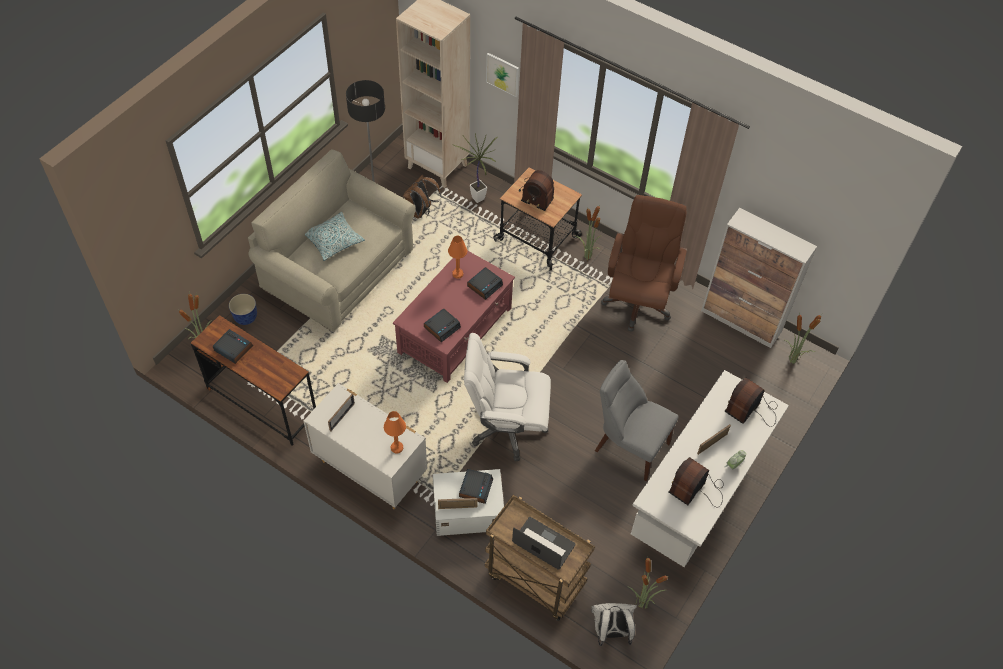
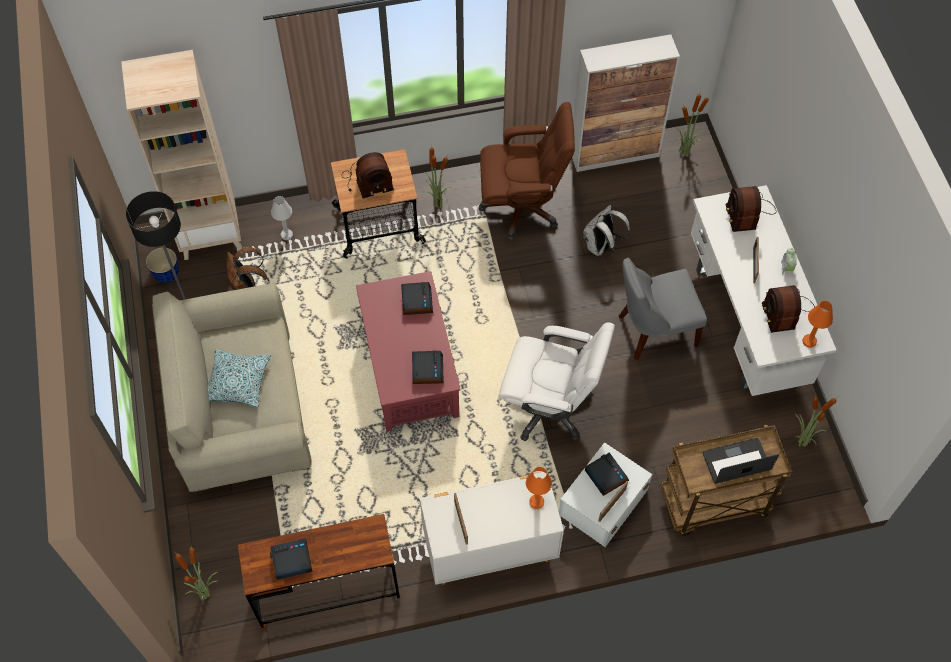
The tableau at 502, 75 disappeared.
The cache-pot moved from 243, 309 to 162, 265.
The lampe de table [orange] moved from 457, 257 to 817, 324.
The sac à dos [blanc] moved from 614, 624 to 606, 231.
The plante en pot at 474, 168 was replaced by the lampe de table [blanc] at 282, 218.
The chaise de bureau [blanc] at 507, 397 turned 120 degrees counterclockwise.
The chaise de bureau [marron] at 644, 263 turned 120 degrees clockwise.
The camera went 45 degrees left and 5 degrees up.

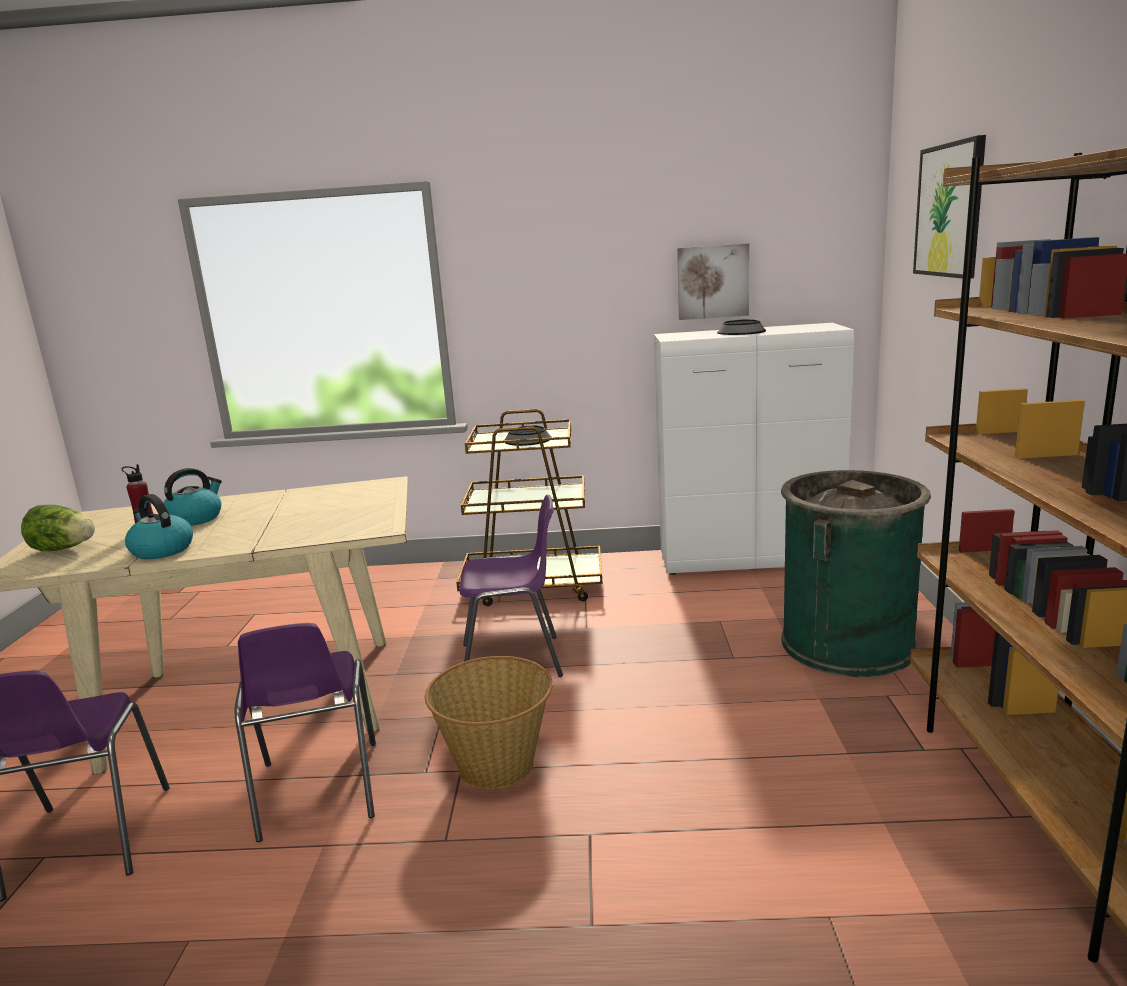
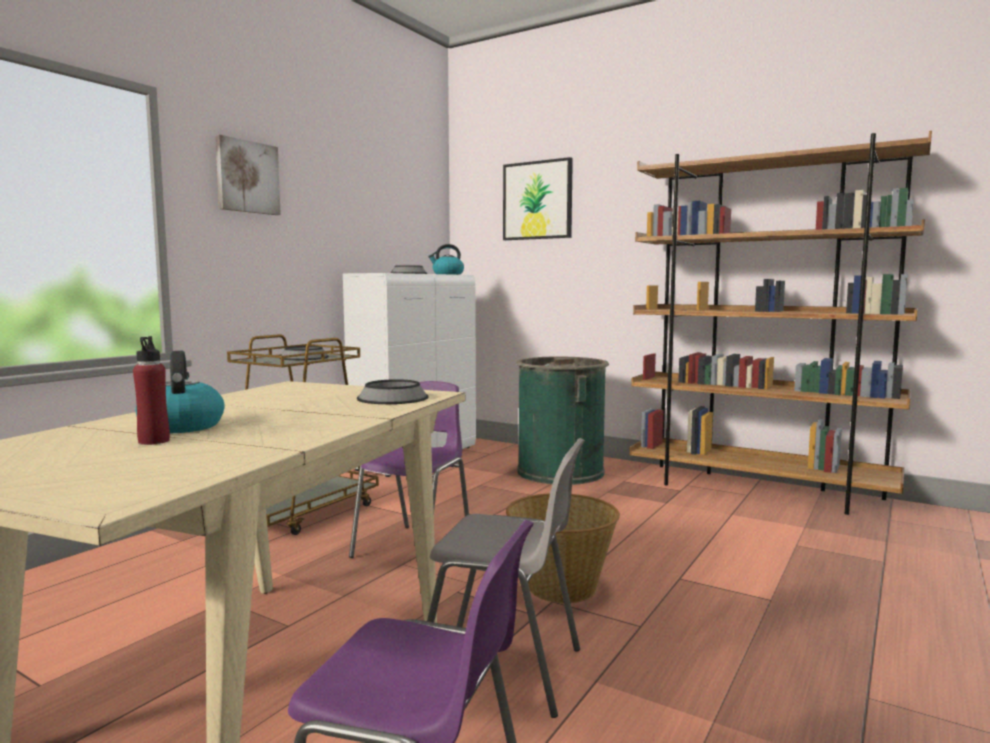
The laitue at 58, 528 disappeared.
The bol at 392, 391 appeared.
The bouilloire moved from 159, 526 to 446, 259.
The tableau moved from 713, 281 to 248, 175.
The chaise [violet] at 305, 732 became the chaise [gris] at 506, 578.
The camera went 60 degrees left and 10 degrees down.

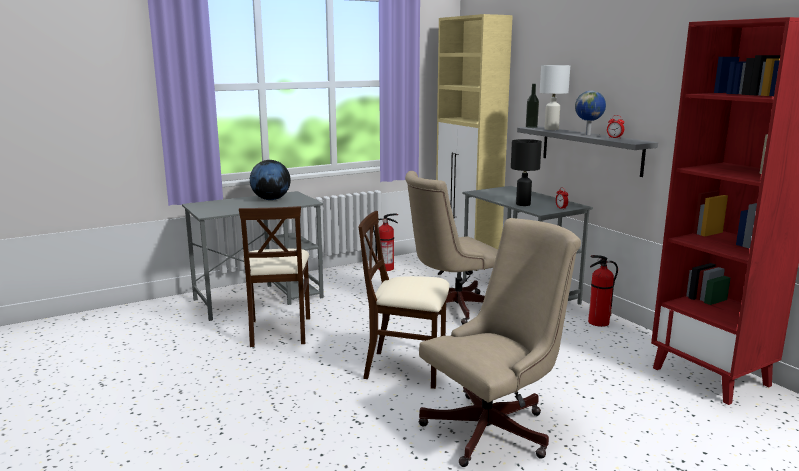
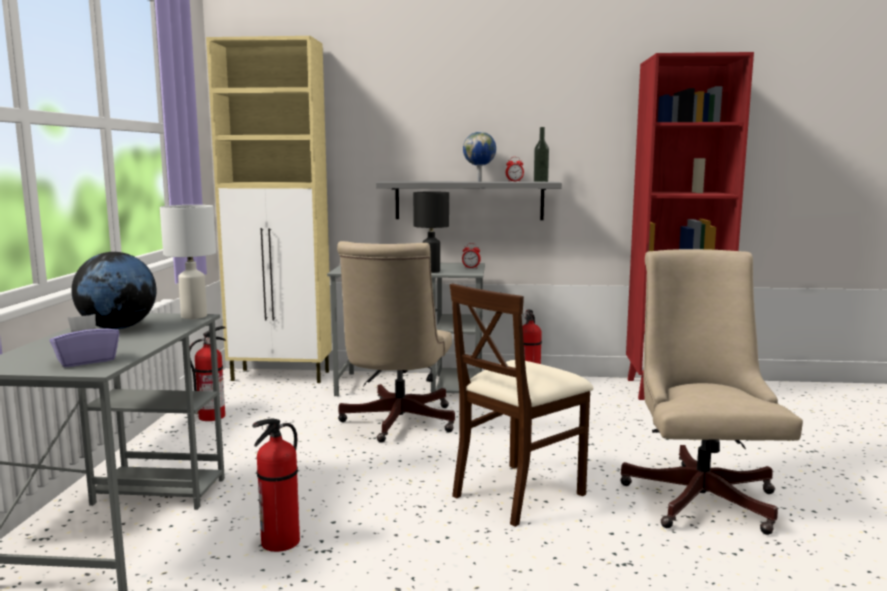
The boîte à mouchoirs [violet] at 84, 340 appeared.
The bouteille moved from 532, 106 to 541, 154.
The lampe de table [blanc] moved from 555, 97 to 188, 262.
The chaise [beige] at 274, 276 was replaced by the extincteur at 276, 485.
The camera went 55 degrees left and 5 degrees down.

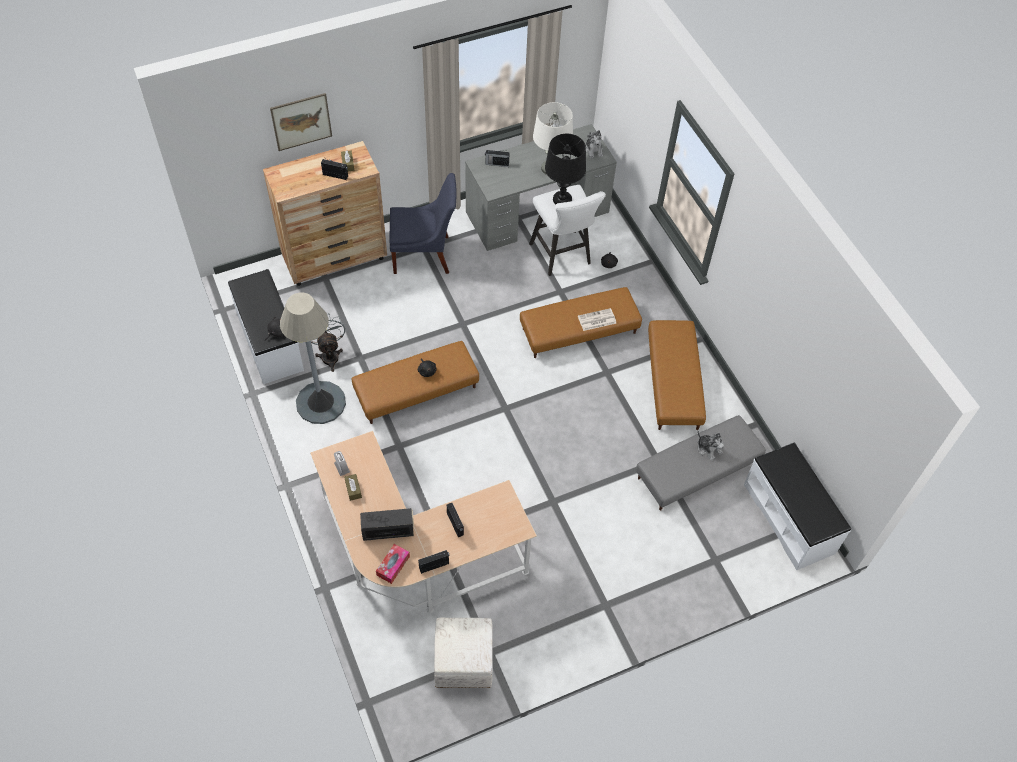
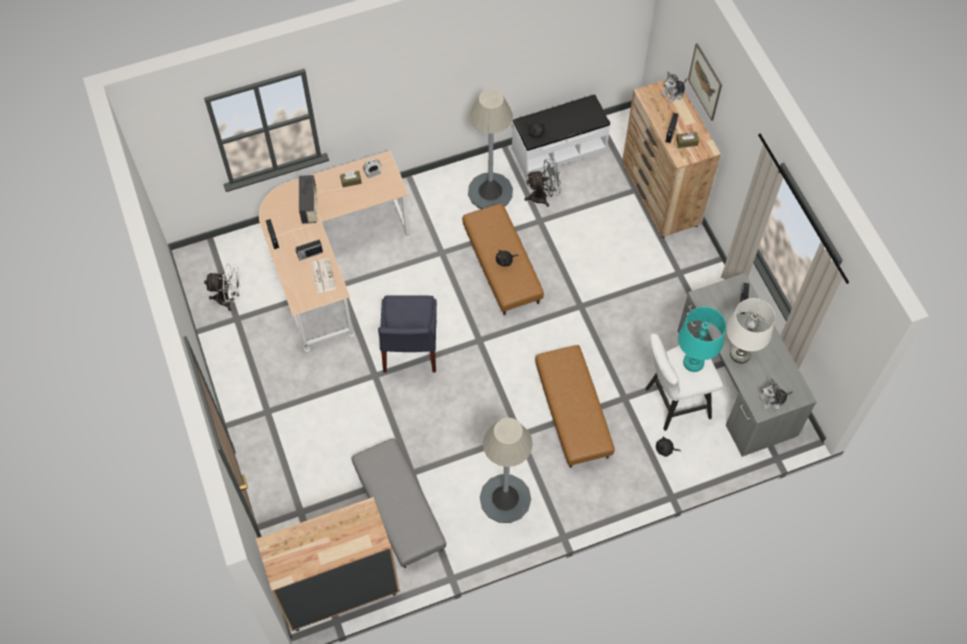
The boîte à mouchoirs at 393, 564 disappeared.
The chaise [bleu] moved from 423, 223 to 407, 334.
The journal moved from 597, 319 to 323, 276.
The peluche moved from 711, 446 to 674, 87.
The pouf [blanc] at 463, 653 was replaced by the ventilateur [blanc] at 222, 287.
The pouf [marron] at 677, 375 was replaced by the lampadaire [gris] at 506, 470.
The banc [blanc] at 797, 506 was replaced by the commode [marron] at 328, 564.
The lampe de table [noir] at 565, 169 became the lampe de table [turquoise] at 702, 339.
The camera went 95 degrees right and 5 degrees up.

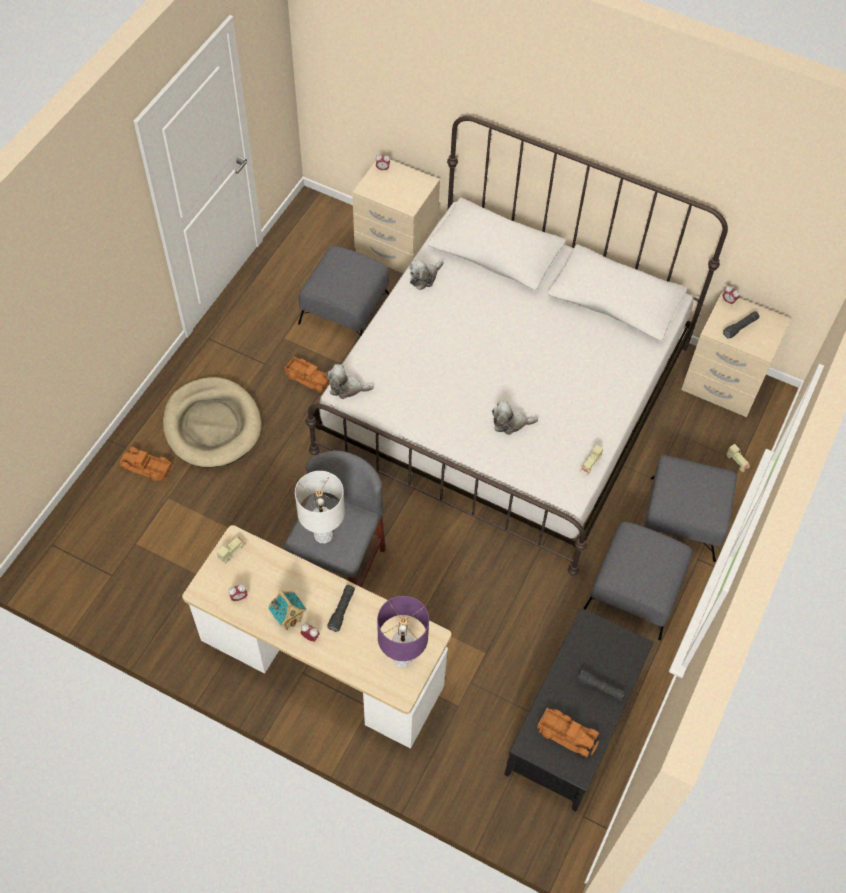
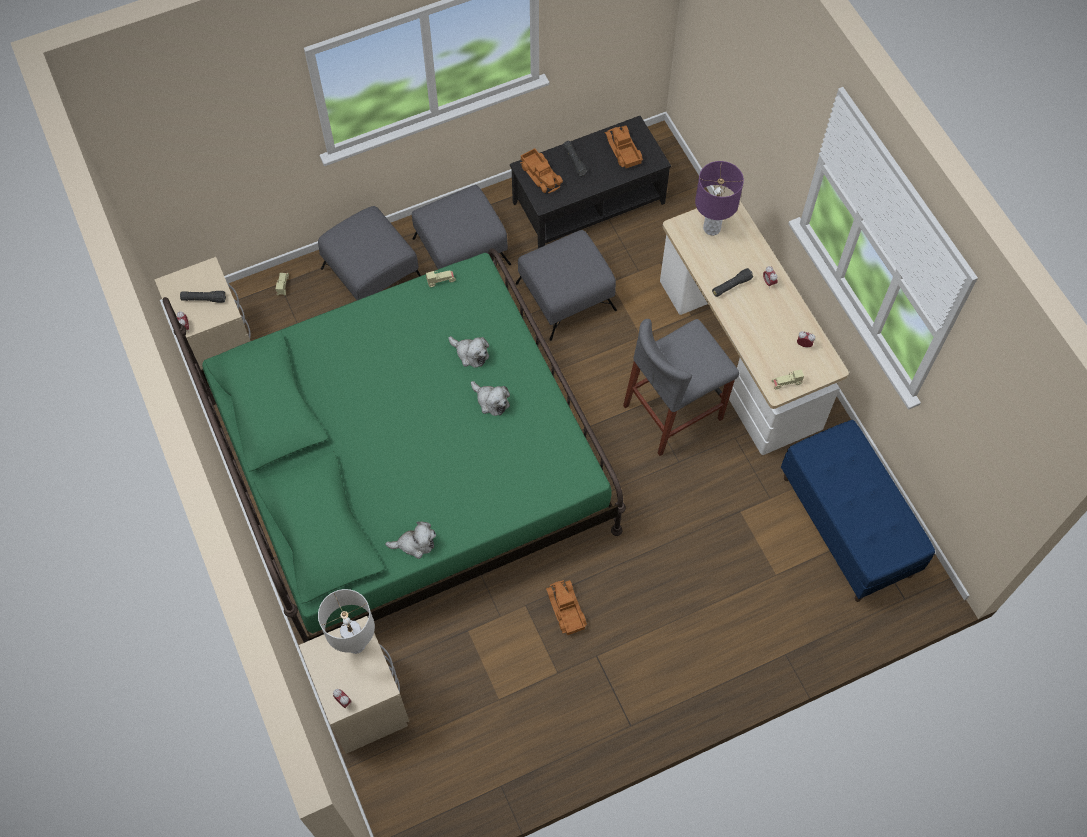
The panier pour chien [beige] at 212, 422 disappeared.
The maison miniature at 287, 610 disappeared.
The banc [bleu] at 858, 511 appeared.
The camion jouet moved from 146, 464 to 541, 170.
The lampe de table [blanc] moved from 320, 507 to 346, 621.
The pouf [gris] moved from 343, 291 to 566, 285.
The peluche moved from 350, 381 to 490, 398.
The lit [blanc] at 517, 346 became the lit [vert] at 394, 445.
The camera went 140 degrees left and 5 degrees up.

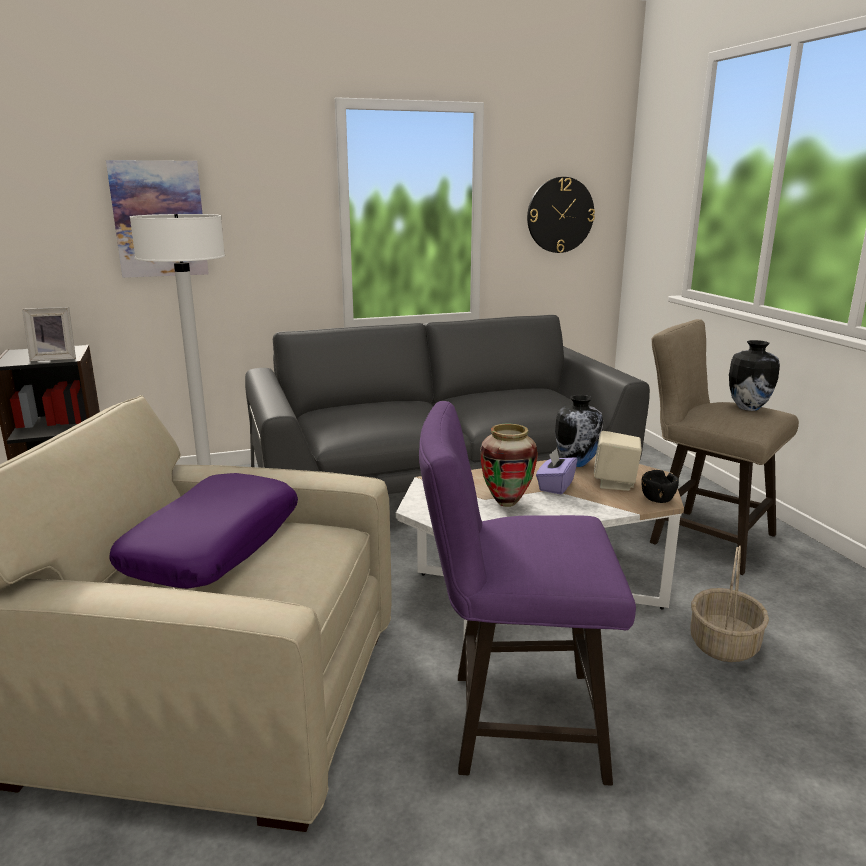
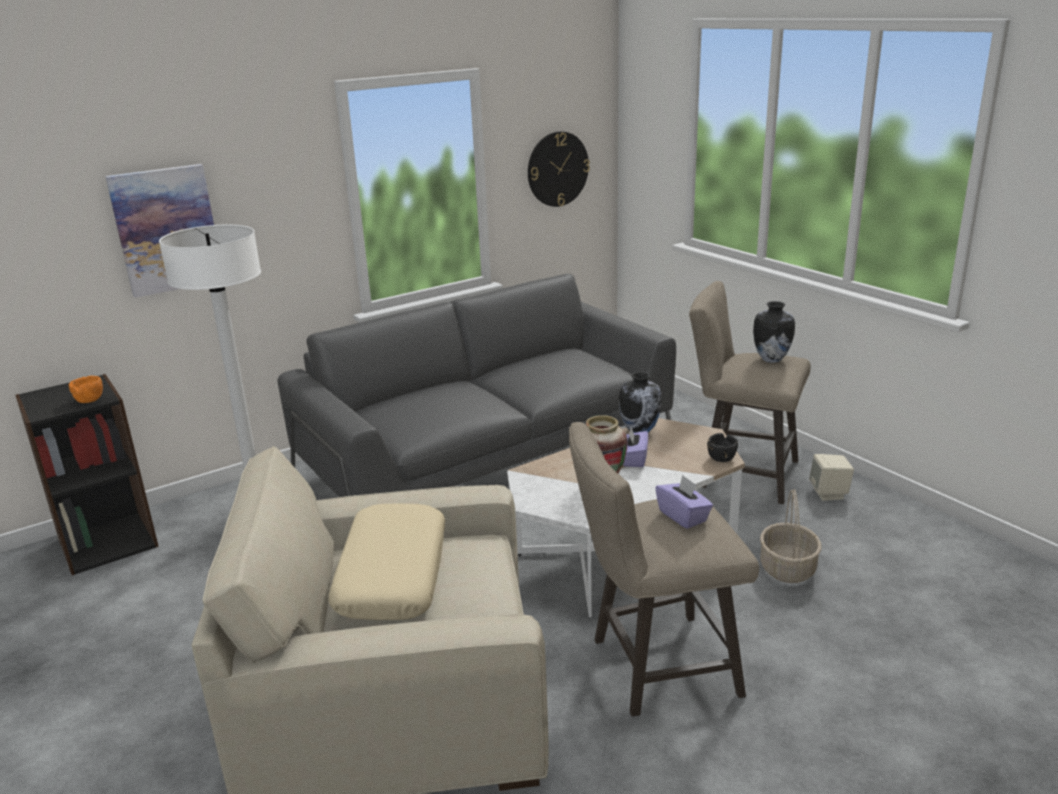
The boîte à mouchoirs [violet] at 684, 502 appeared.
The enceinte [beige] moved from 618, 461 to 831, 477.
The cadre photo at 49, 334 was replaced by the bol [orange] at 86, 389.
The coussin [violet] at 203, 531 became the coussin [beige] at 386, 561.
The tabouret [violet] at 527, 593 became the tabouret [beige] at 664, 569.
The camera went 15 degrees left and 5 degrees up.

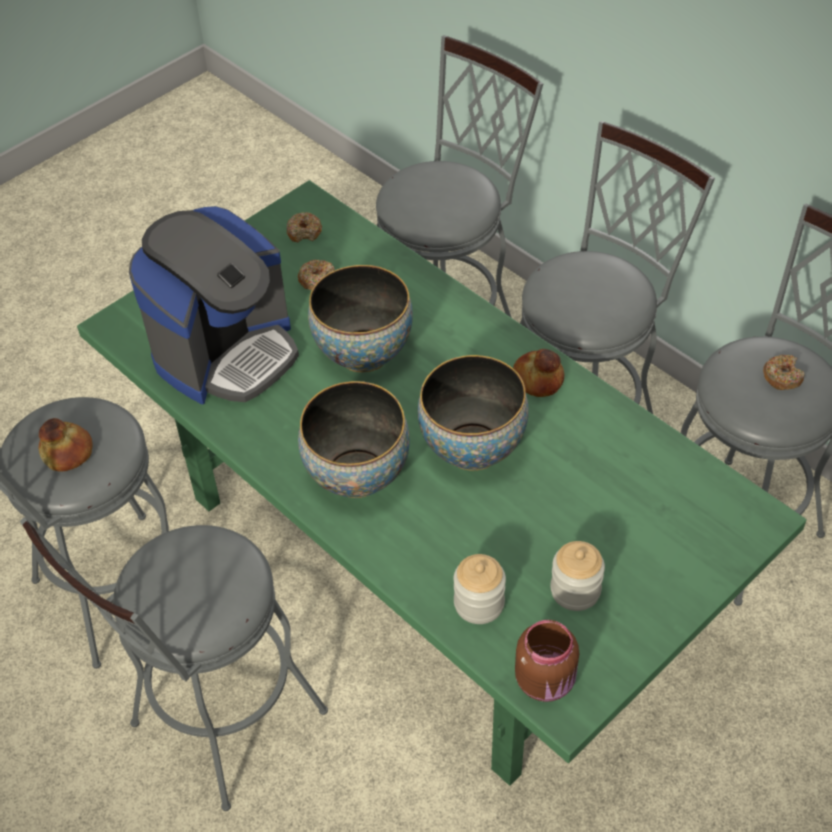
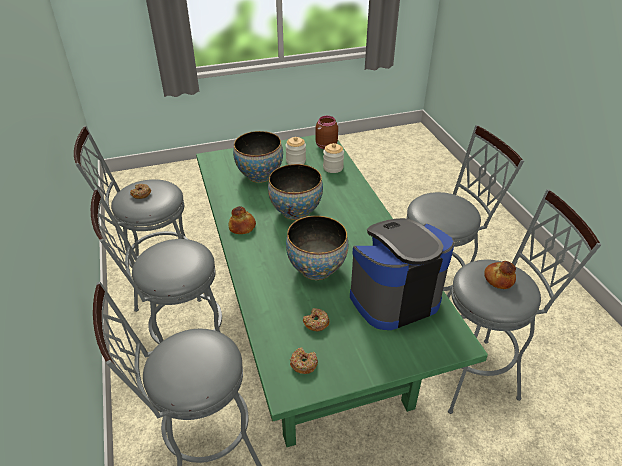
The bol moved from 354, 439 to 258, 157.
The camera went 155 degrees left and 10 degrees down.

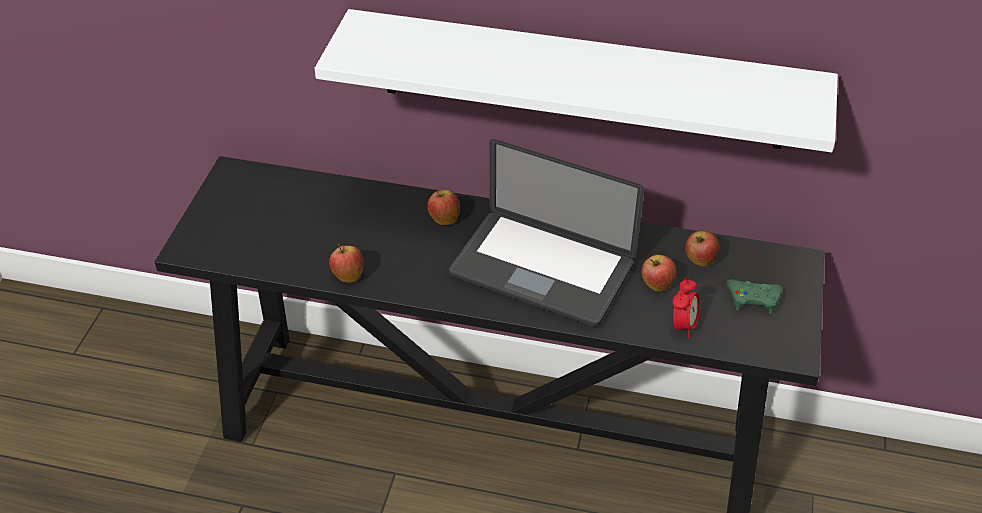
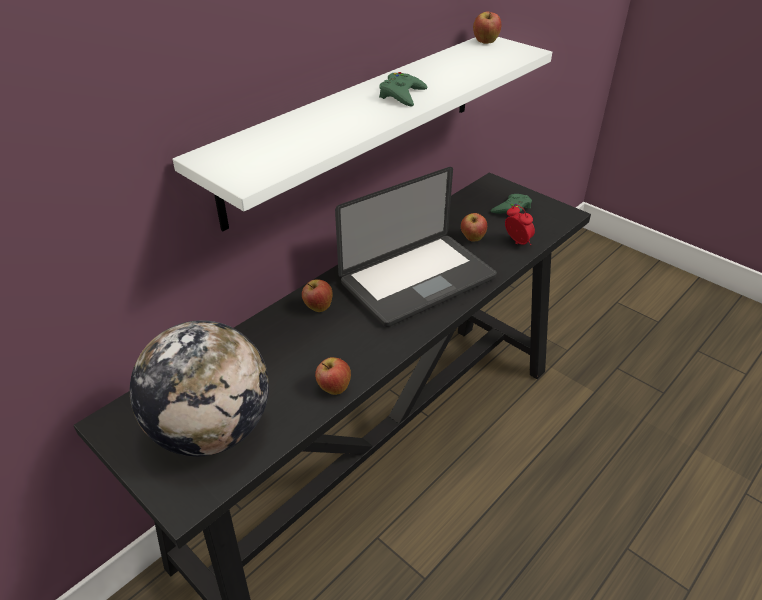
The globe at 199, 388 appeared.
The manette [vert] at 403, 89 appeared.
The pomme moved from 702, 249 to 487, 27.
The camera went 60 degrees left and 5 degrees down.

